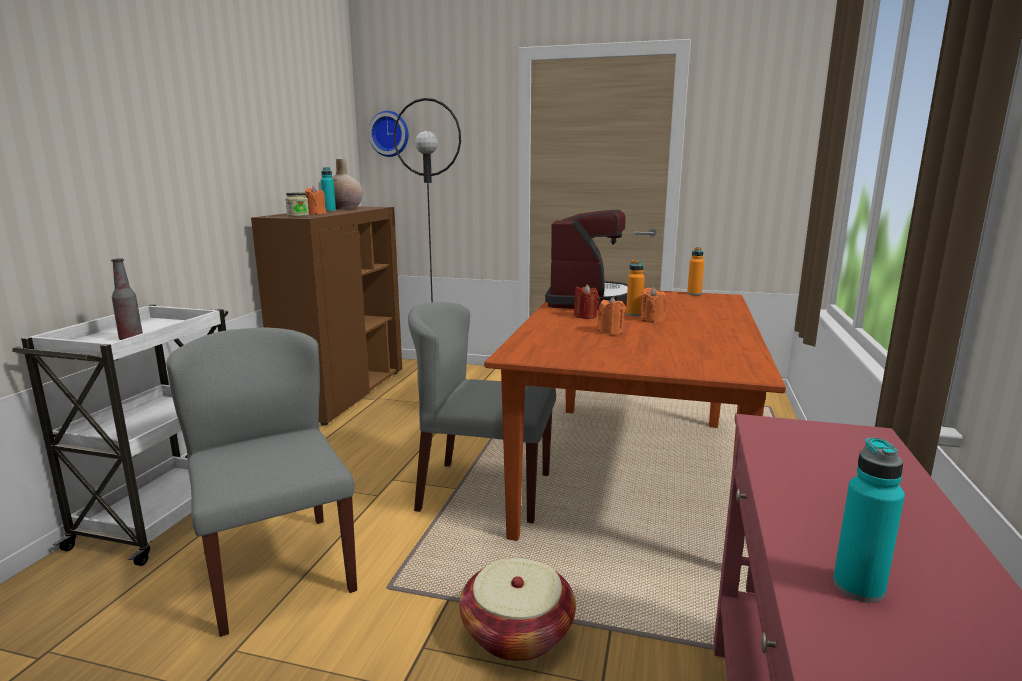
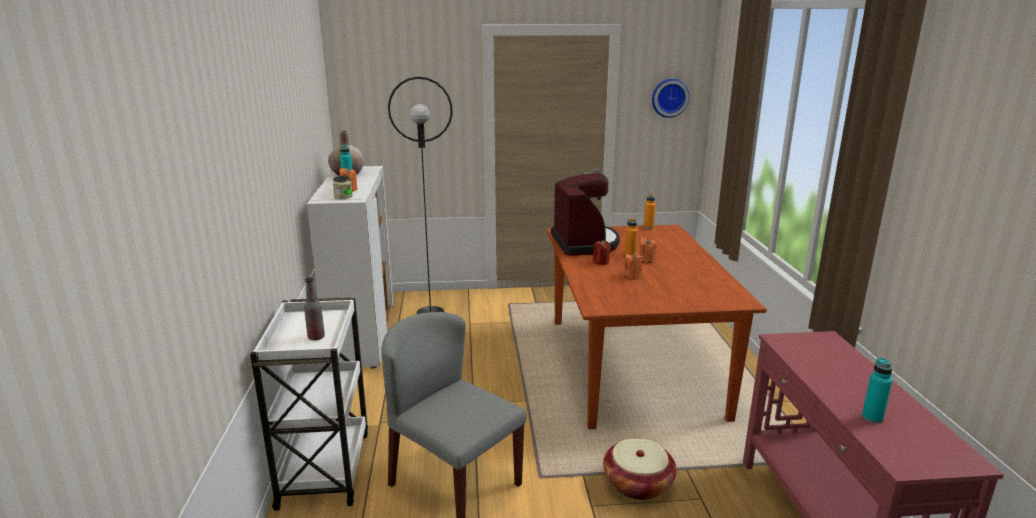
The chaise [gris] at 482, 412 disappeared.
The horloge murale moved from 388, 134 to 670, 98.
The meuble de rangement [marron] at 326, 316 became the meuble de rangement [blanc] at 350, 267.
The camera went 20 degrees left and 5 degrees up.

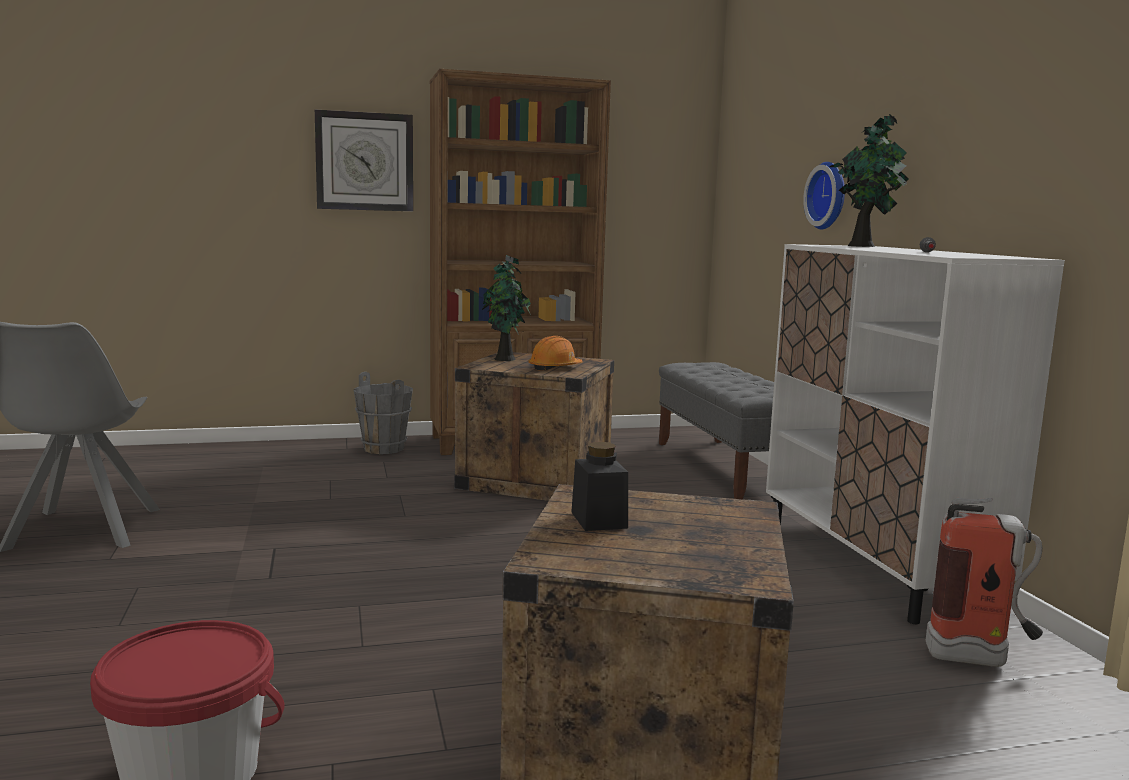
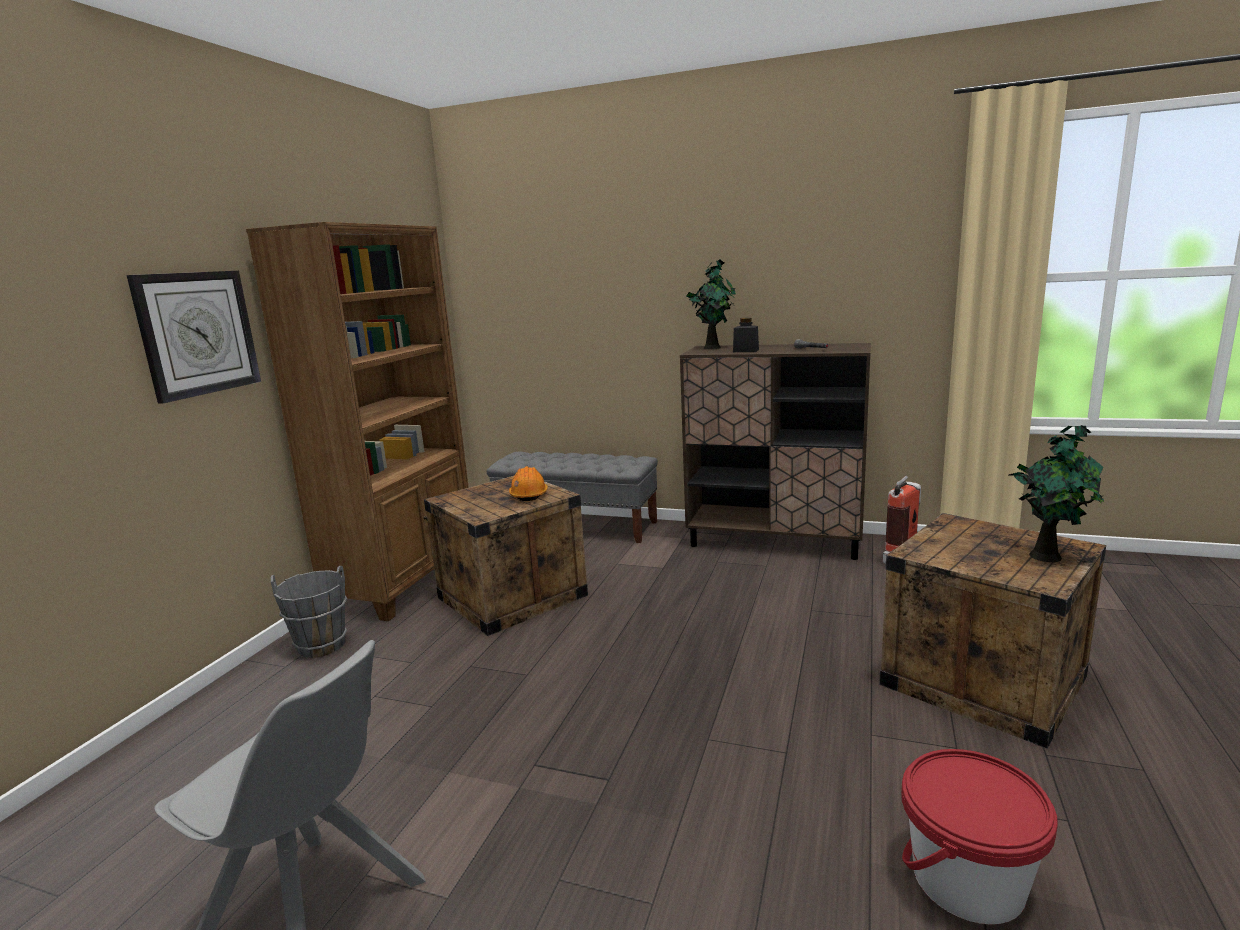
The horloge murale at 824, 195 disappeared.
The plante en pot moved from 506, 308 to 1056, 493.
The bocal [noir] moved from 599, 486 to 746, 335.
The meuble de rangement [blanc] at 915, 434 became the meuble de rangement [marron] at 775, 451.
The camera went 55 degrees left and 5 degrees up.

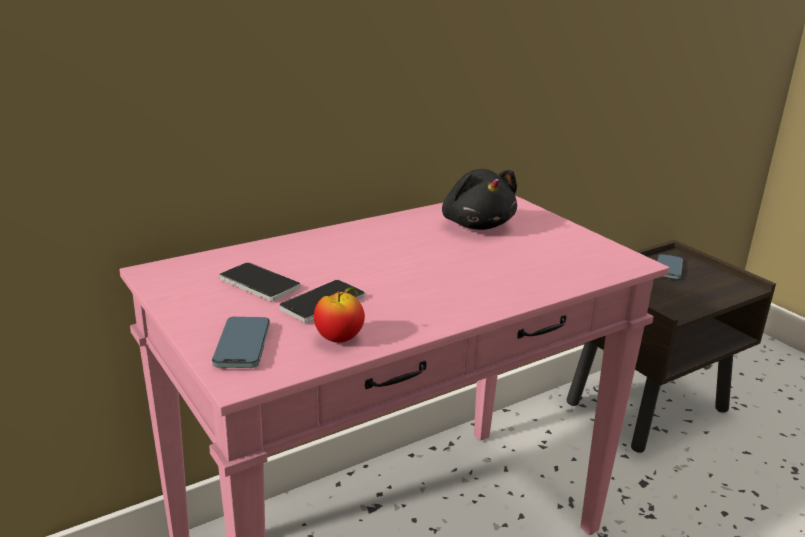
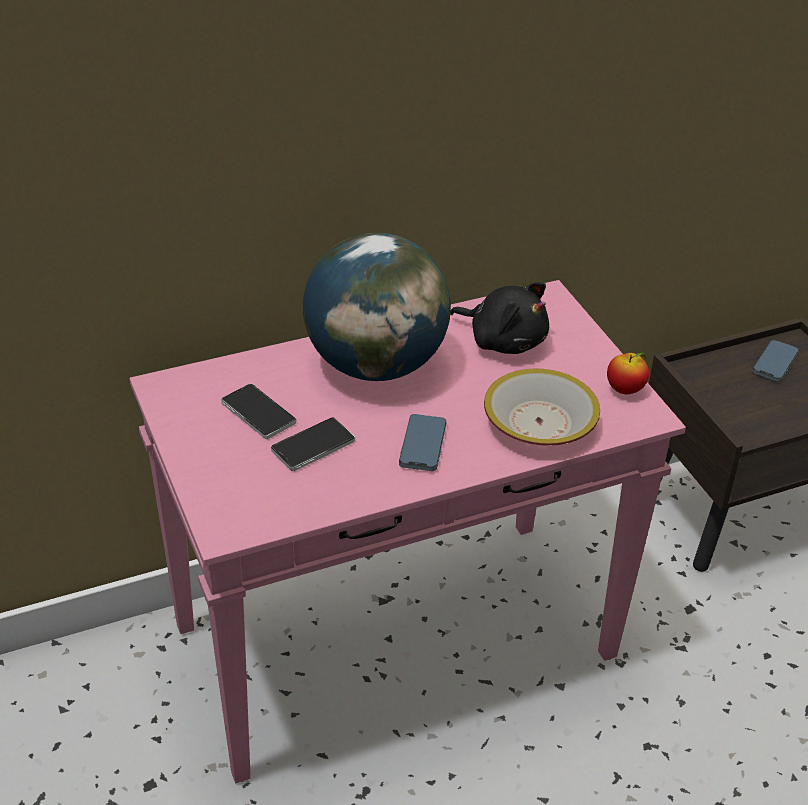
The globe at 377, 307 appeared.
The bol at 542, 407 appeared.
The téléphone moved from 241, 342 to 423, 442.
The pomme moved from 339, 315 to 628, 373.
The peluche [noir] at 479, 199 turned 45 degrees counterclockwise.
The camera went 10 degrees right and 15 degrees up.

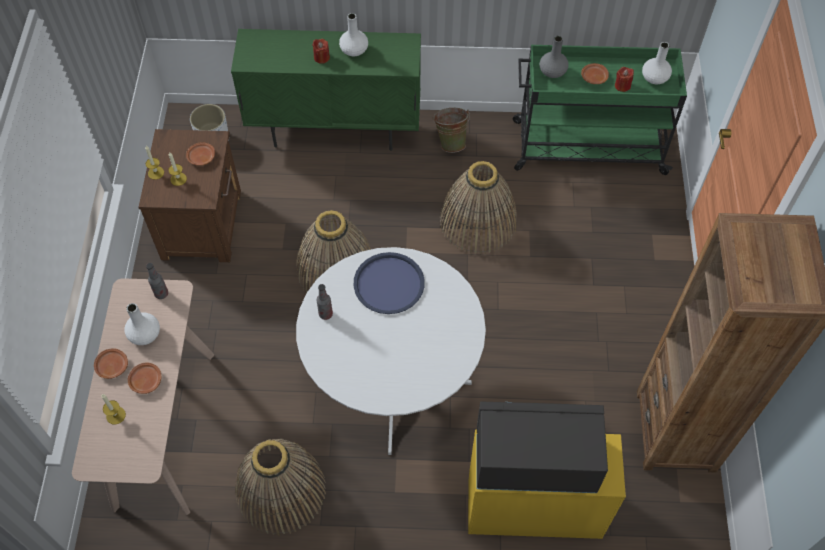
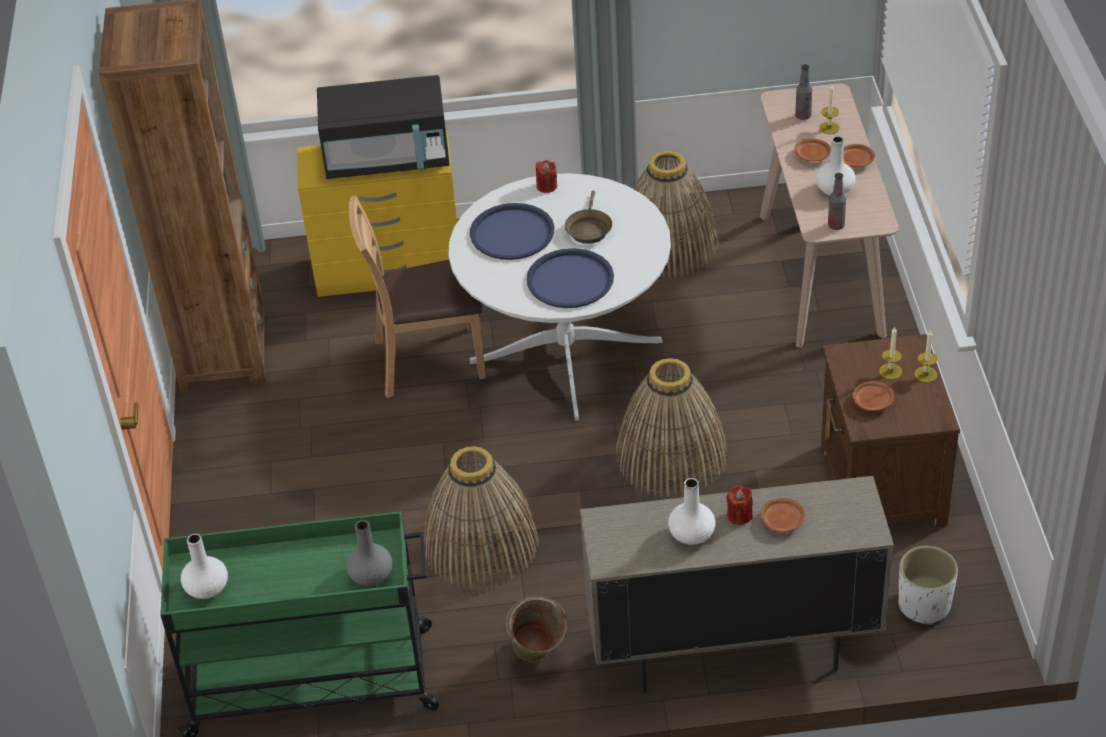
The chaise [marron] at 417, 297 appeared.
The plateau [bleu] at 512, 231 appeared.
The poêle [marron] at 588, 217 appeared.
The bouteille moved from 325, 302 to 803, 92.
The assiette [marron] moved from 595, 73 to 783, 515.
The bougie [rouge] moved from 624, 79 to 546, 176.
The meuble de rangement [vert] at 326, 90 became the meuble de rangement [beige] at 737, 584.
The camera went 175 degrees right and 15 degrees down.

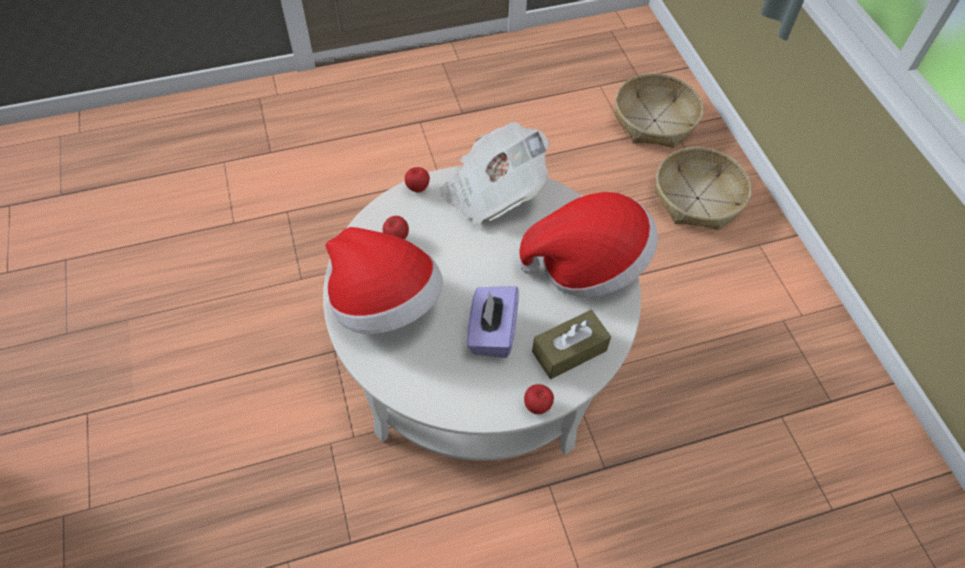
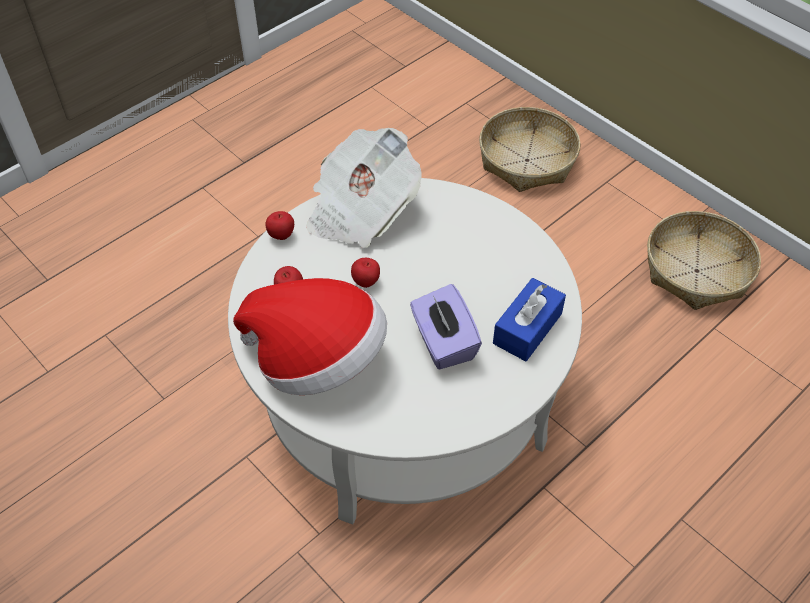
The chapeau at 588, 244 disappeared.
The pomme moved from 539, 399 to 365, 273.
The panier moved from 659, 110 to 704, 260.
The boîte à mouchoirs [marron] at 571, 344 became the boîte à mouchoirs [bleu] at 529, 320.
The camera went 25 degrees left and 5 degrees down.

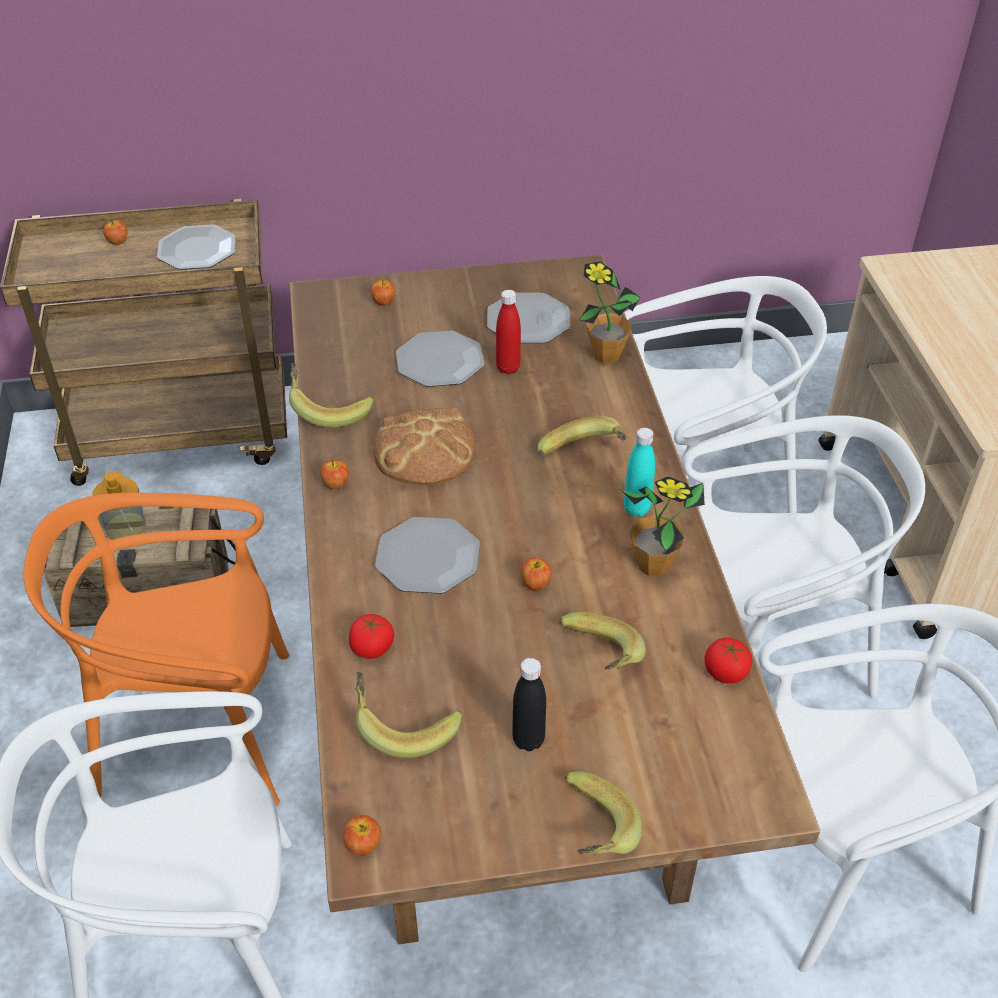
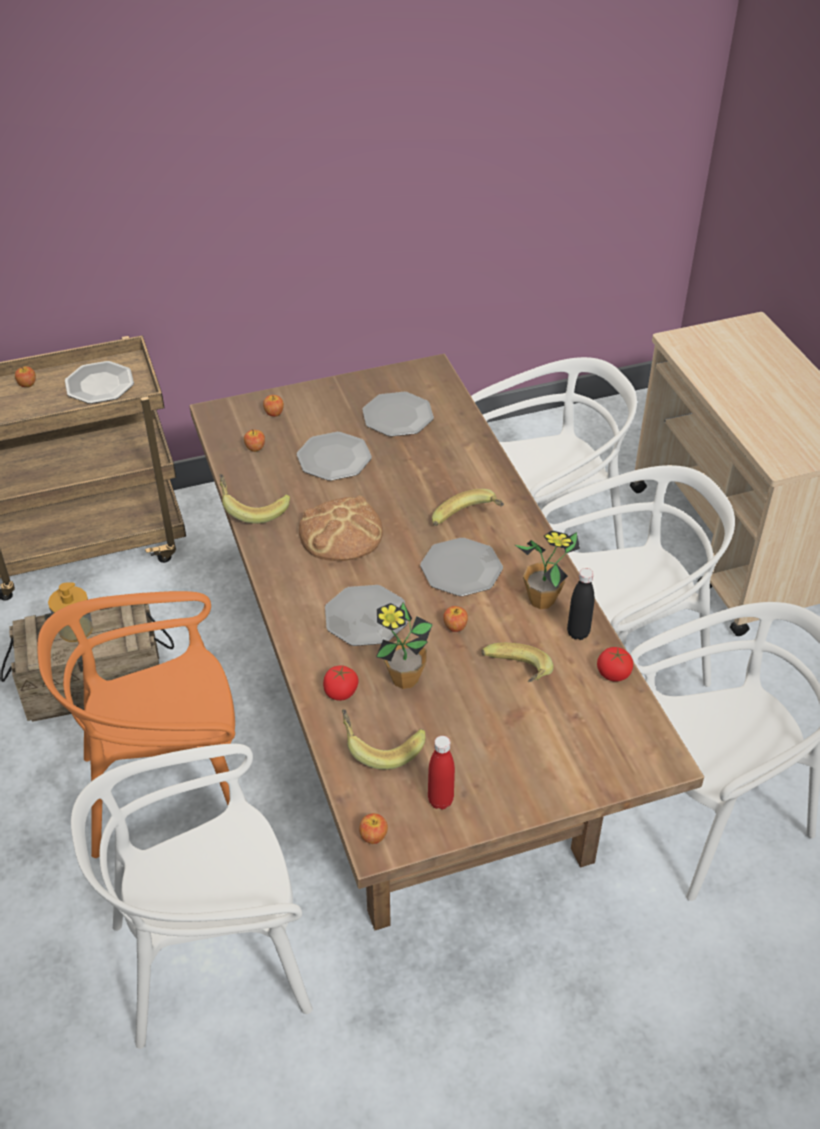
The banane at 603, 813 disappeared.
The bouteille [turquoise] at 639, 472 disappeared.
The assiette at 461, 567 appeared.
The pomme moved from 334, 474 to 254, 440.
The bouteille [rouge] moved from 508, 332 to 441, 773.
The bouteille [noir] moved from 529, 704 to 581, 604.
The plante en pot moved from 610, 312 to 404, 645.
The camera went 10 degrees left and 0 degrees up.

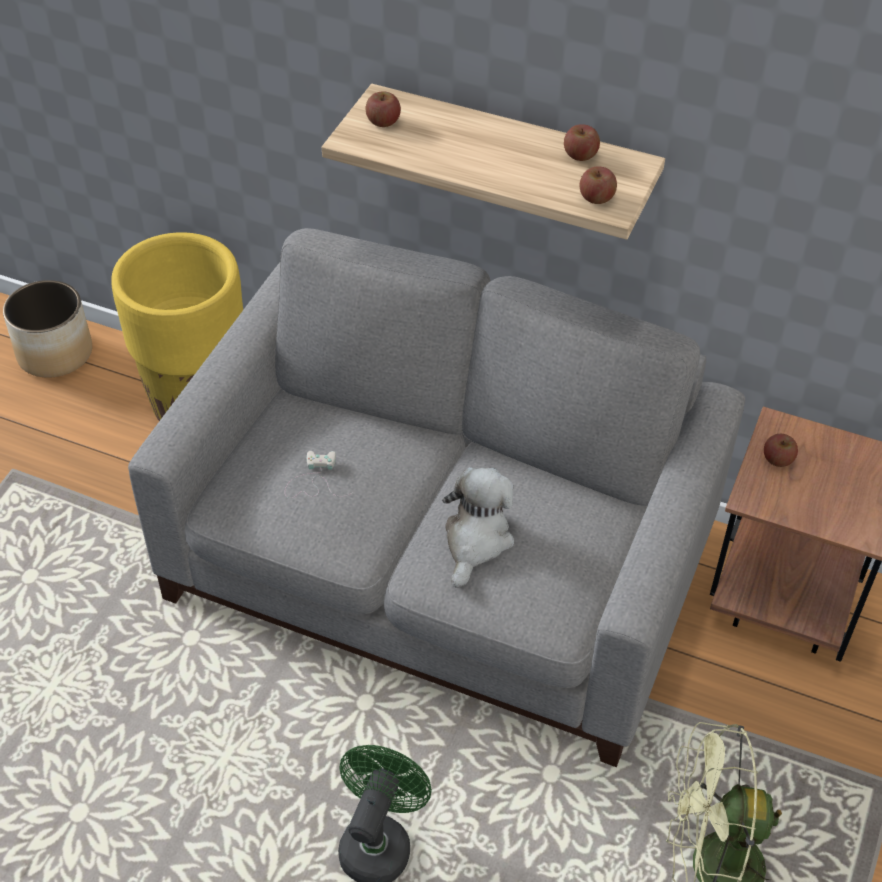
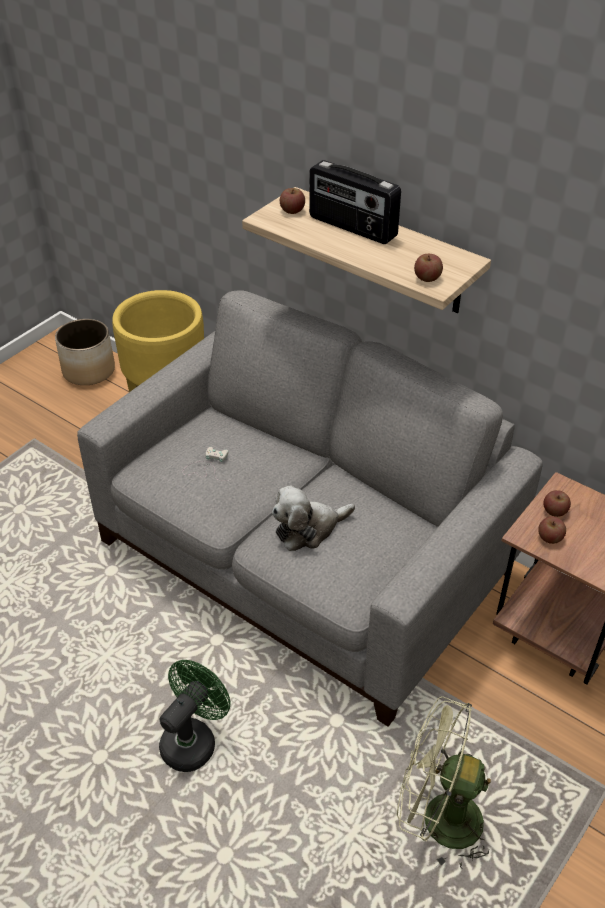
The radio at 355, 202 appeared.
The pomme moved from 582, 142 to 552, 530.
The peluche at 478, 527 turned 150 degrees counterclockwise.
The camera went 15 degrees right and 5 degrees down.

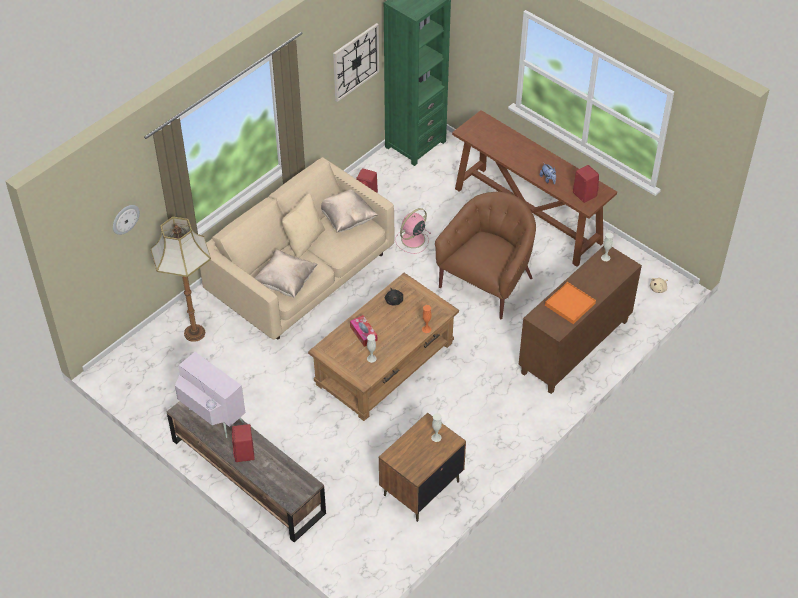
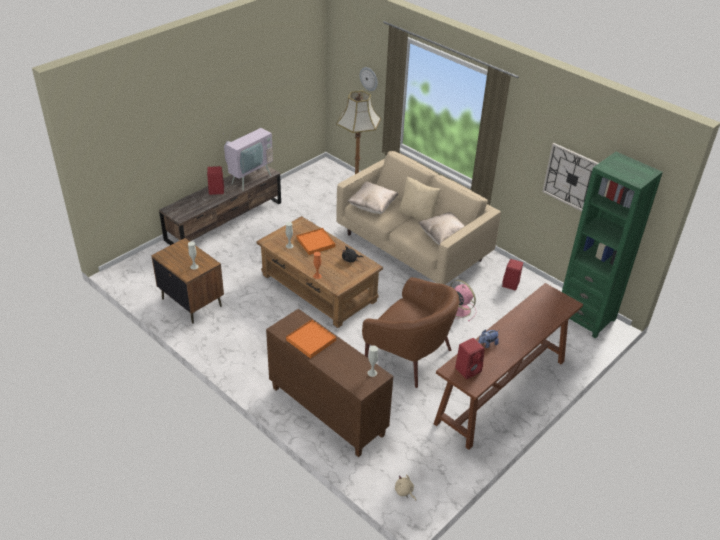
The boîte à mouchoirs at 363, 331 was replaced by the plateau [orange] at 316, 241.
The camera went 90 degrees right and 10 degrees down.

